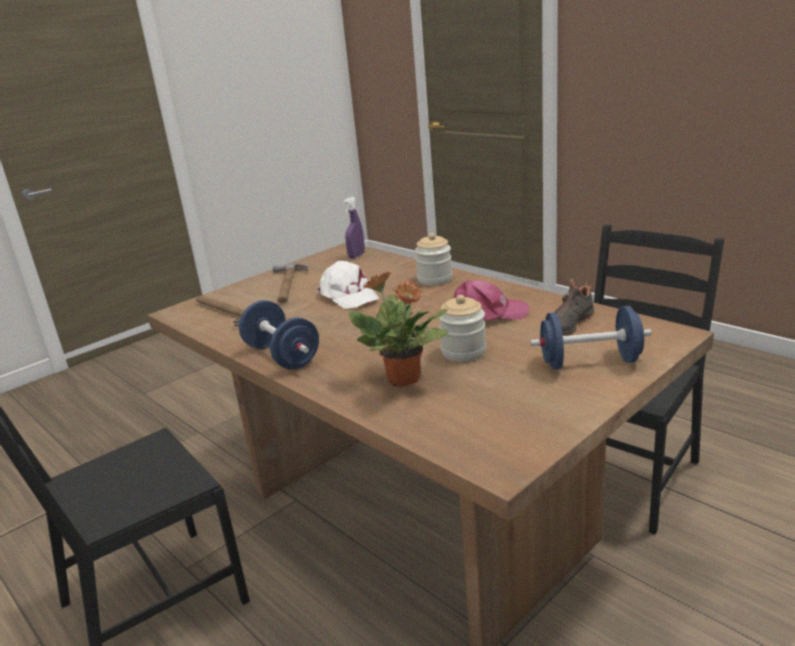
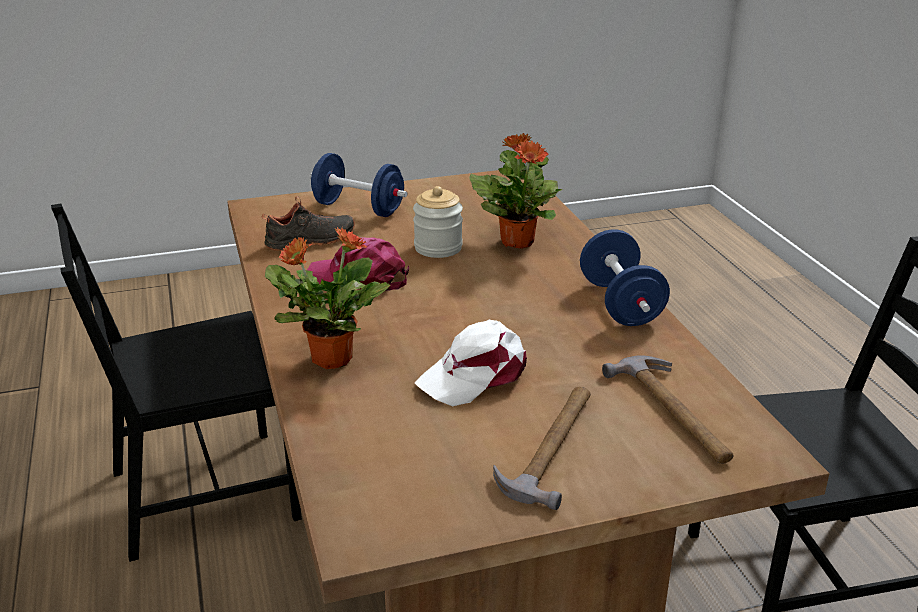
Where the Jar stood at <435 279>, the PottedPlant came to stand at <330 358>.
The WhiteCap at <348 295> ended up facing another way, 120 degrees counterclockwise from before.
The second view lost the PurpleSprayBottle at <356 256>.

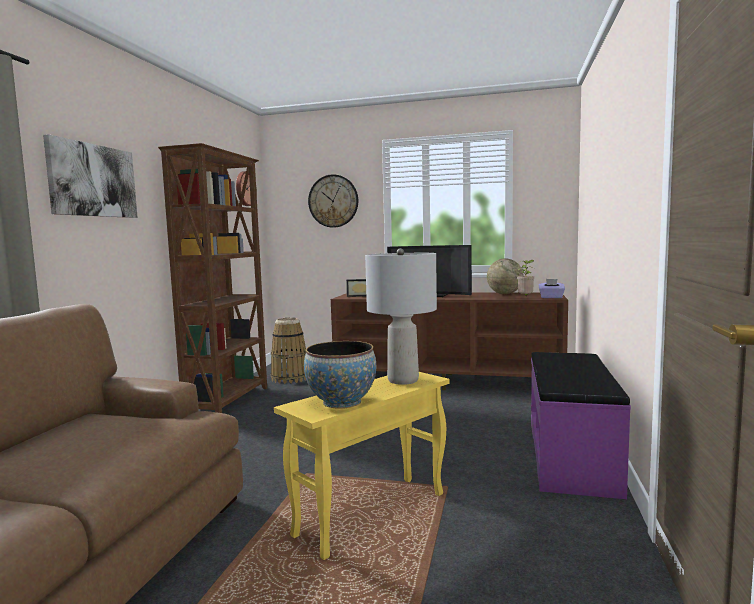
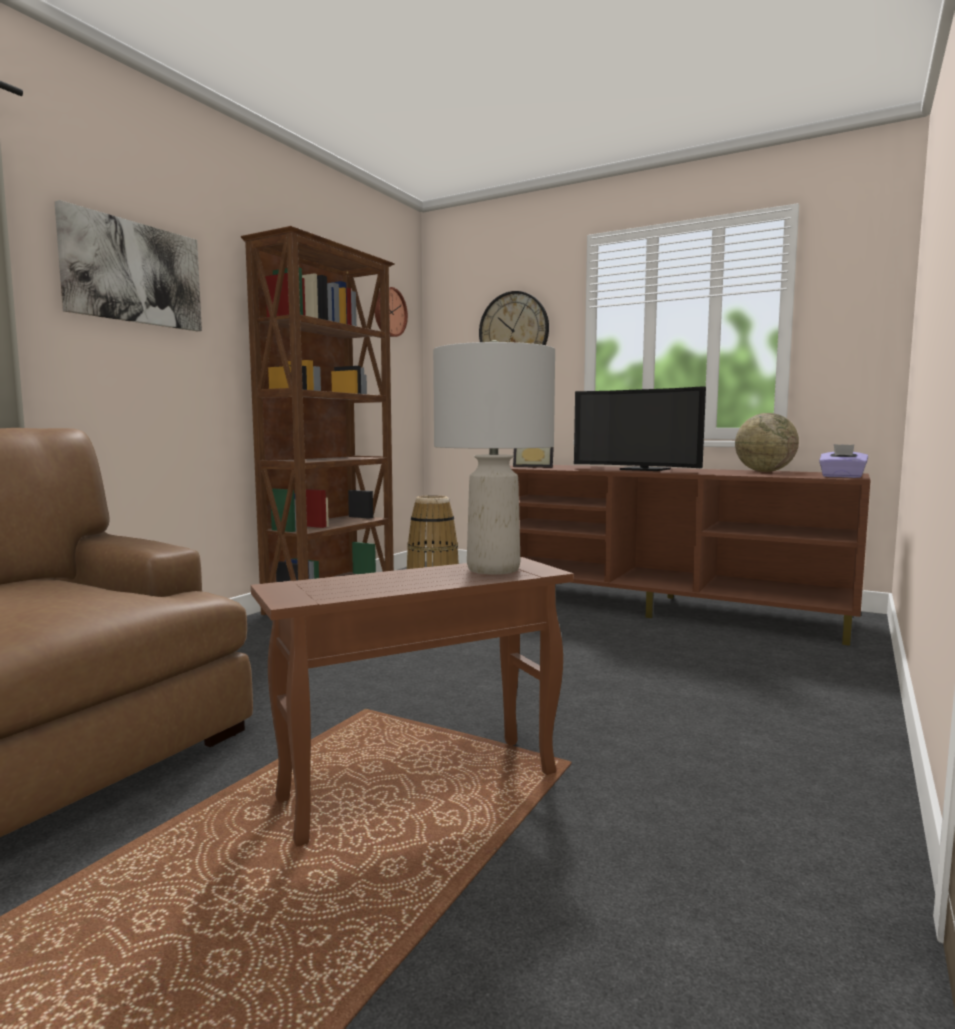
What was the YellowSideTable at <372 514> turned into the BrownSideTable at <420 787>.
The second view lost the Bowl at <341 402>.
The second view lost the PottedPlant at <525 298>.
The second view lost the PurpleBench at <572 456>.

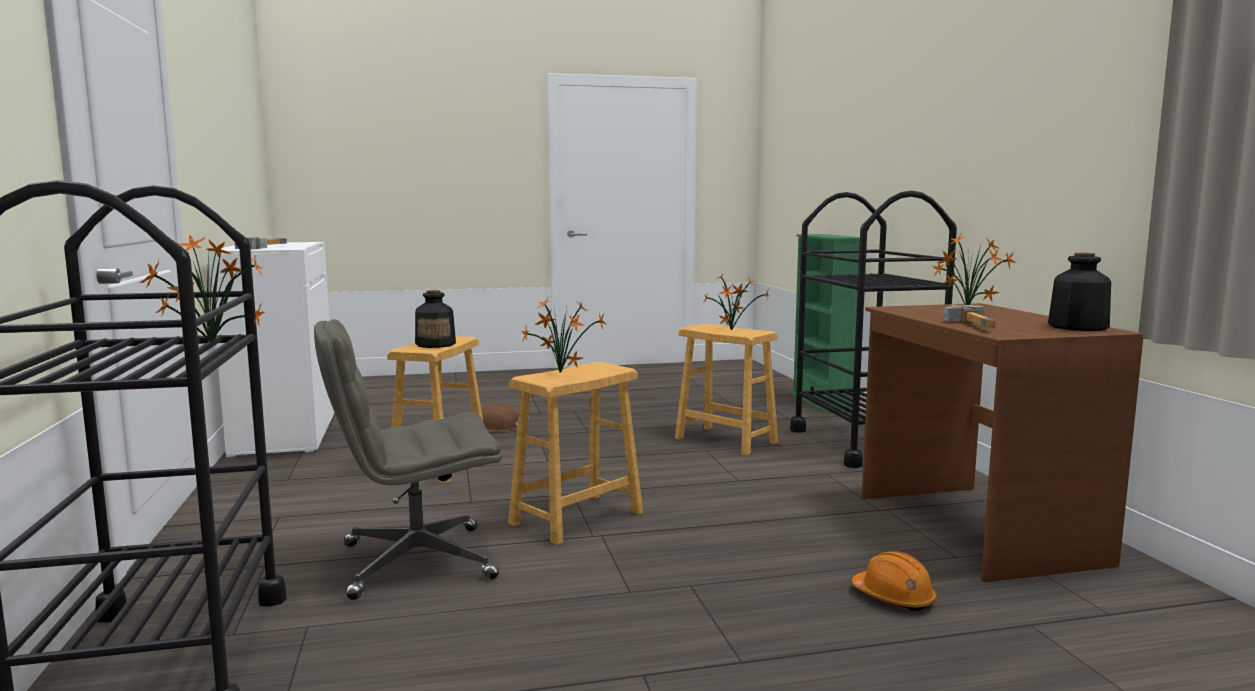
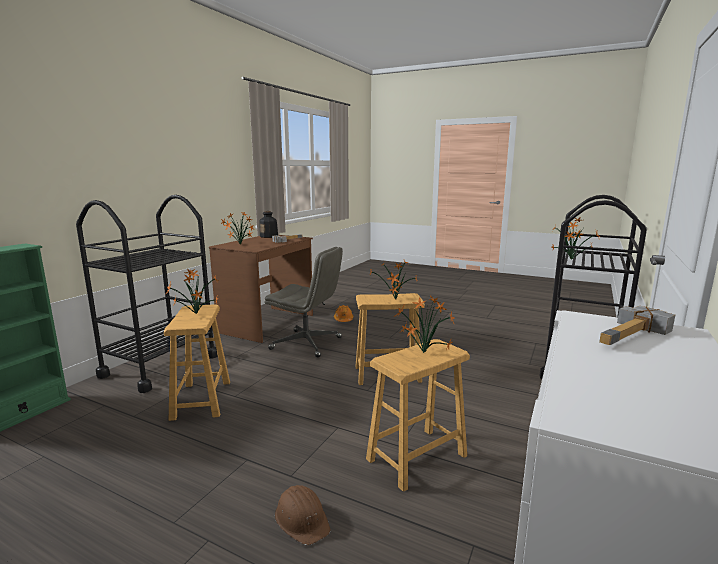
The GreyOfficeChair ended up elsewhere, having gone from <415 562> to <307 343>.
Where the Bottle stood at <436 344>, the PottedPlant came to stand at <422 352>.

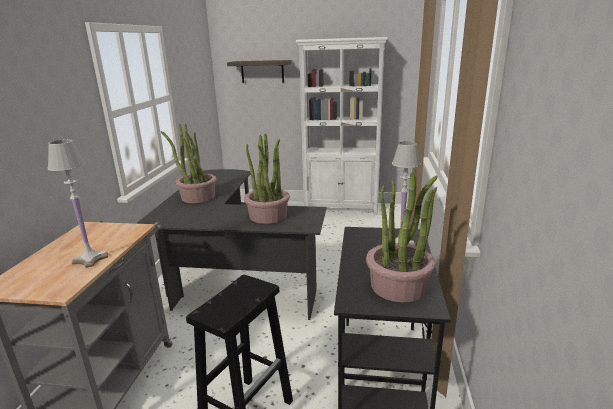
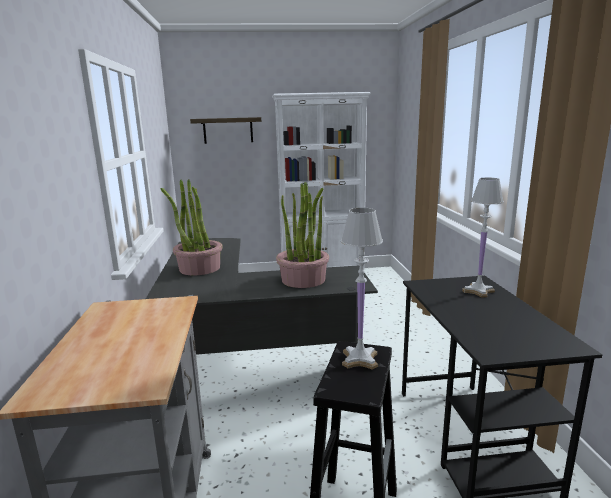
The WhiteTableLamp ended up elsewhere, having gone from <90 259> to <360 359>.
The second view lost the PottedPlant at <399 286>.

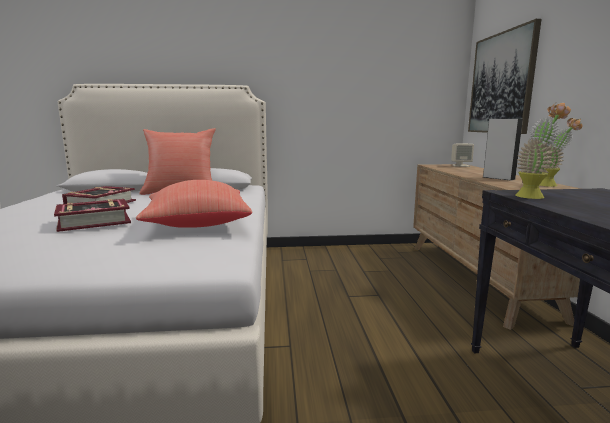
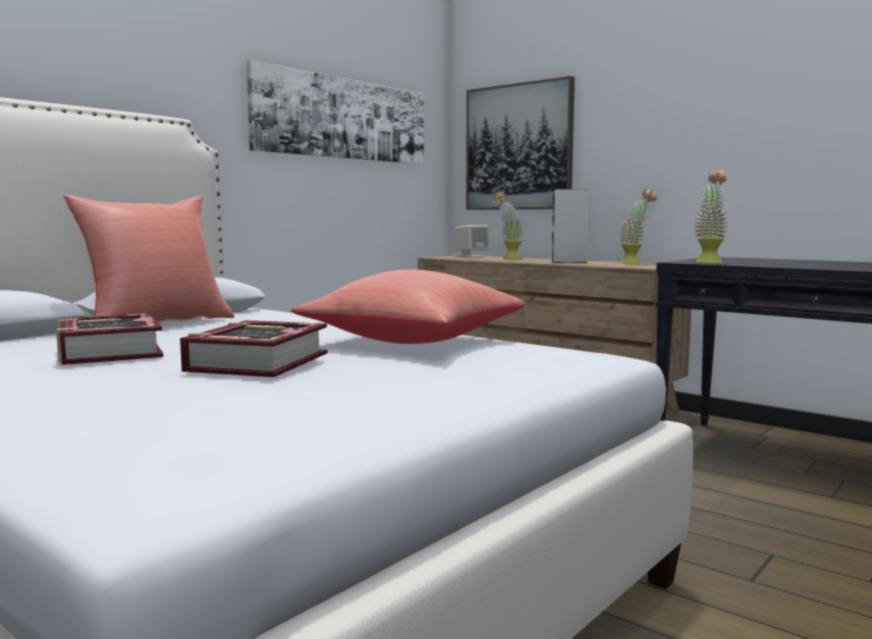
The second view gained the Picture at <343 119>.
The second view gained the PottedPlant at <508 258>.

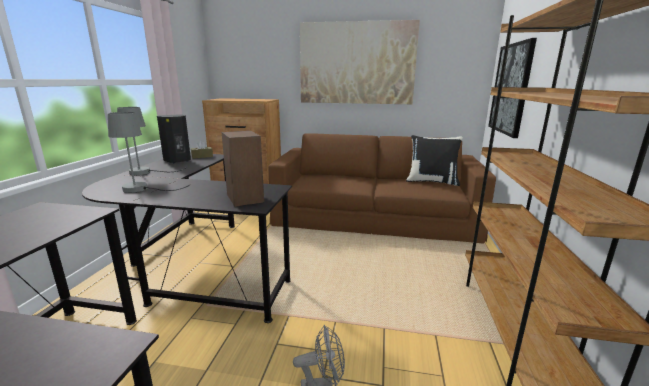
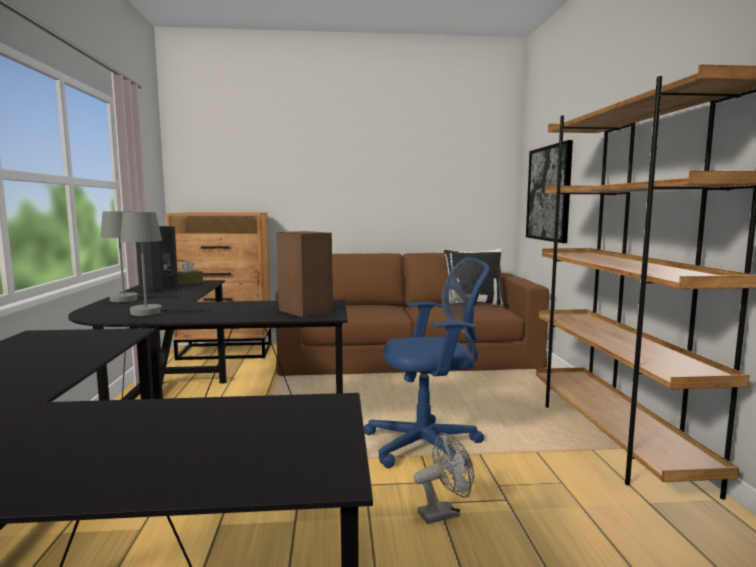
The second view gained the BlueOfficeChair at <428 446>.
The second view lost the Picture at <356 63>.

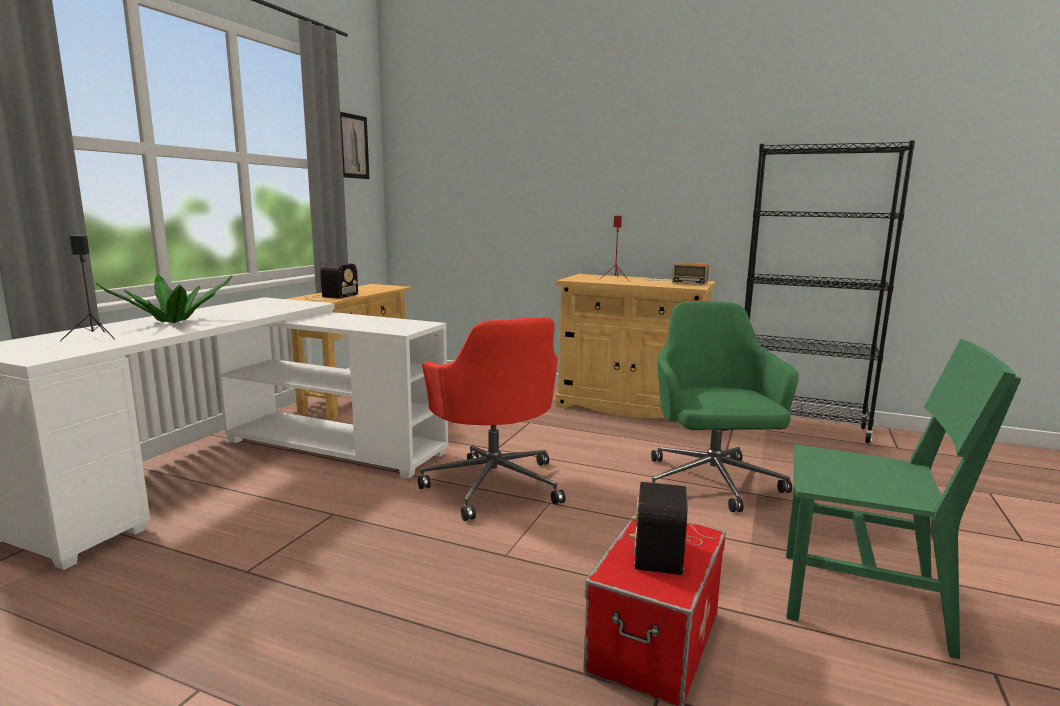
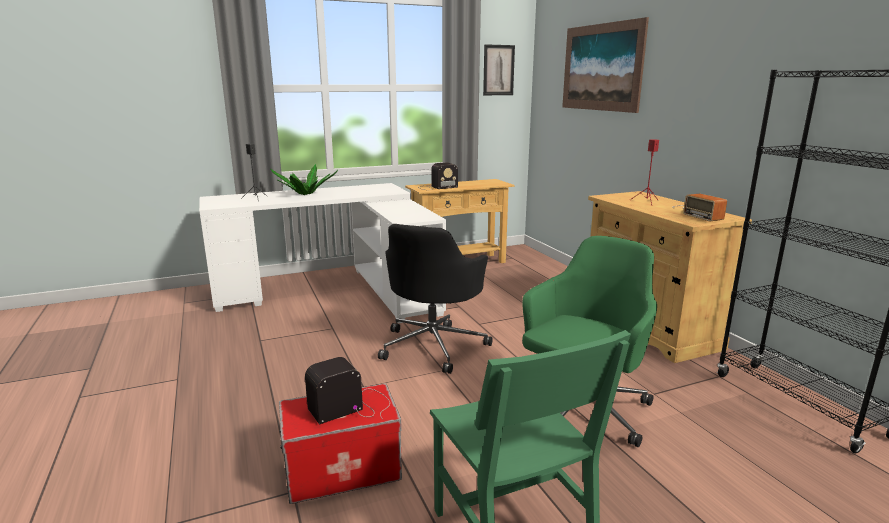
What was the RedOfficeChair at <494 484> turned into the BlackOfficeChair at <434 345>.
The second view gained the Picture at <601 67>.

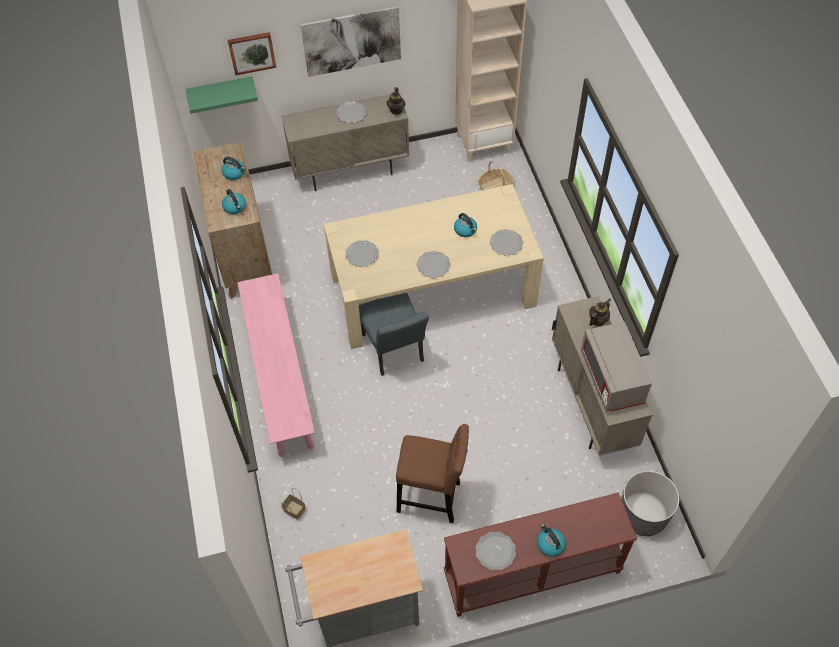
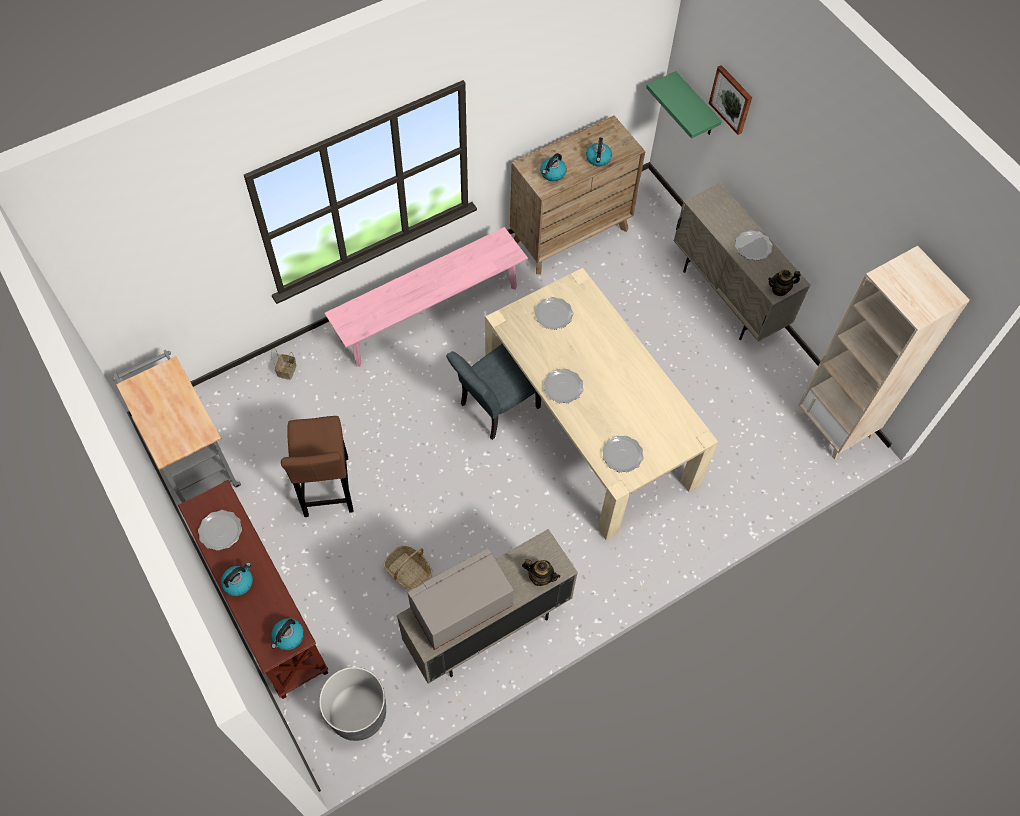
The Kettle ended up elsewhere, having gone from <465 230> to <288 637>.
The Basket ended up elsewhere, having gone from <495 186> to <408 571>.
The second view lost the Picture at <352 41>.

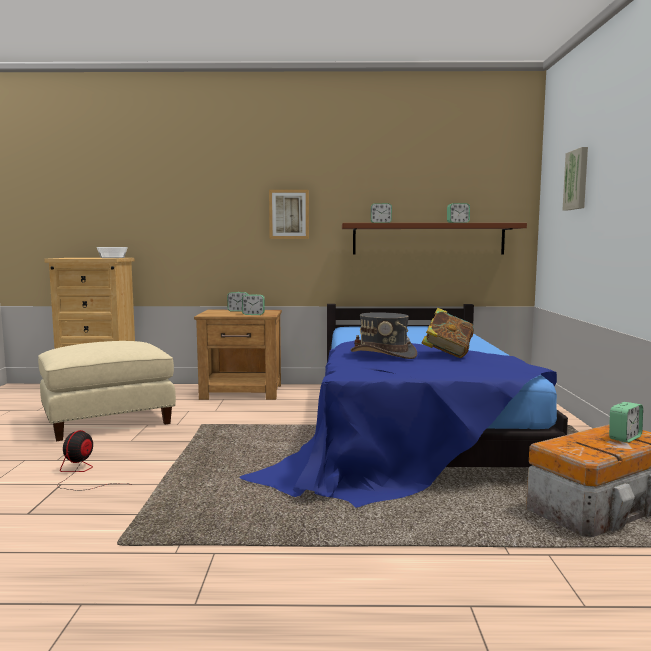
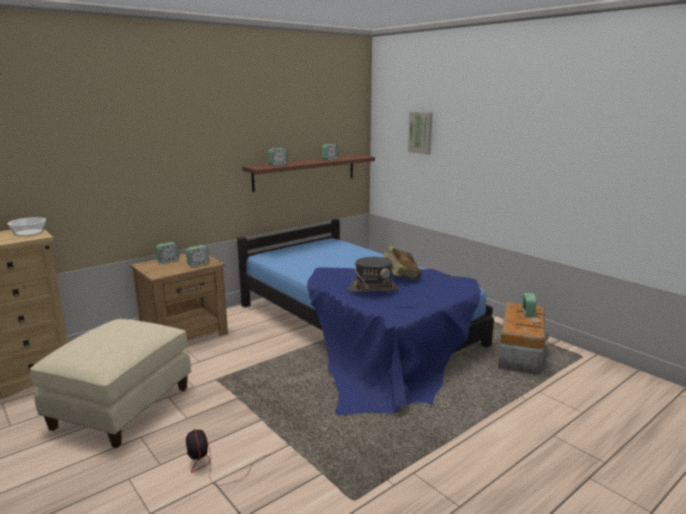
The second view lost the Picture at <289 214>.

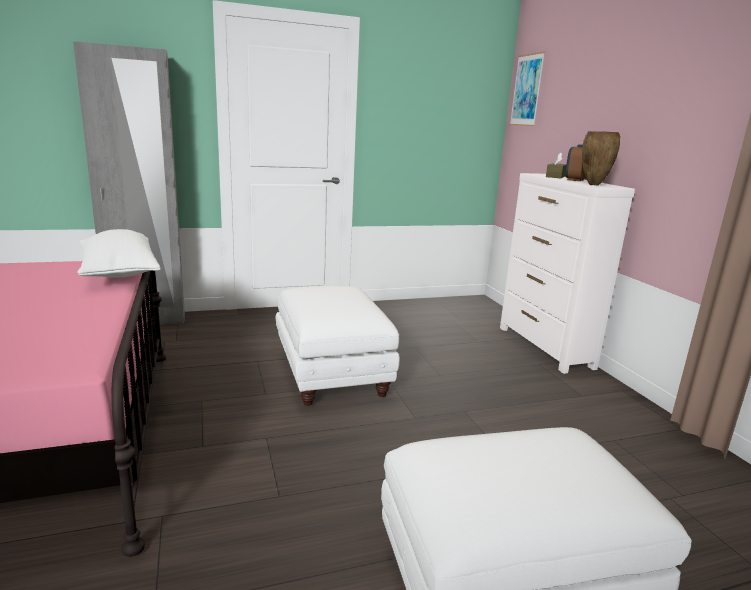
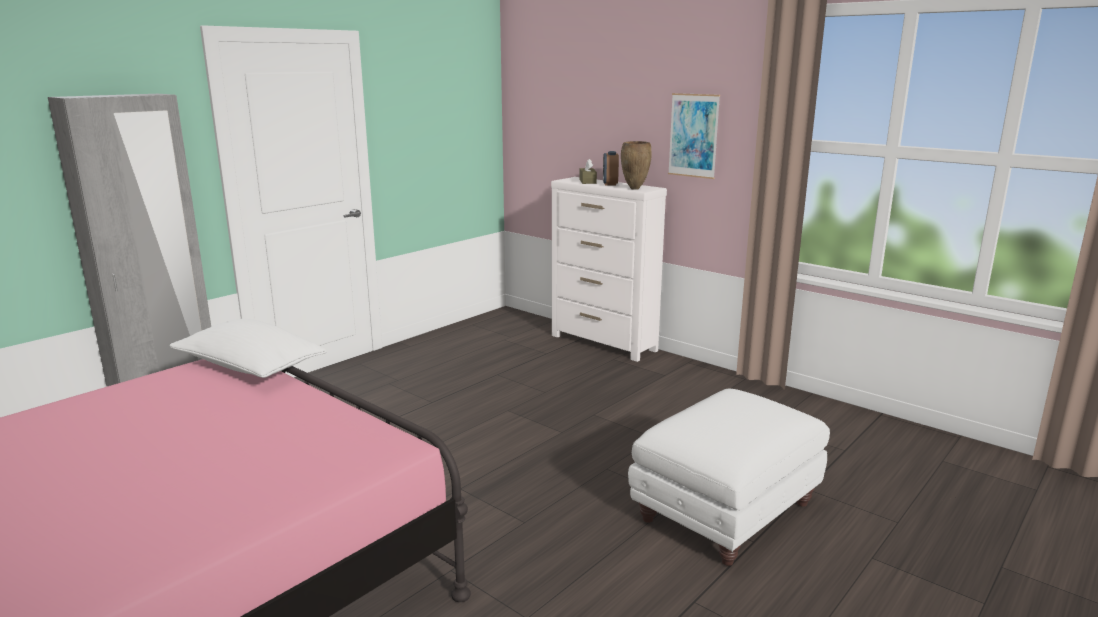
The Picture ended up elsewhere, having gone from <527 90> to <693 135>.
The second view lost the WhiteOttoman at <331 374>.

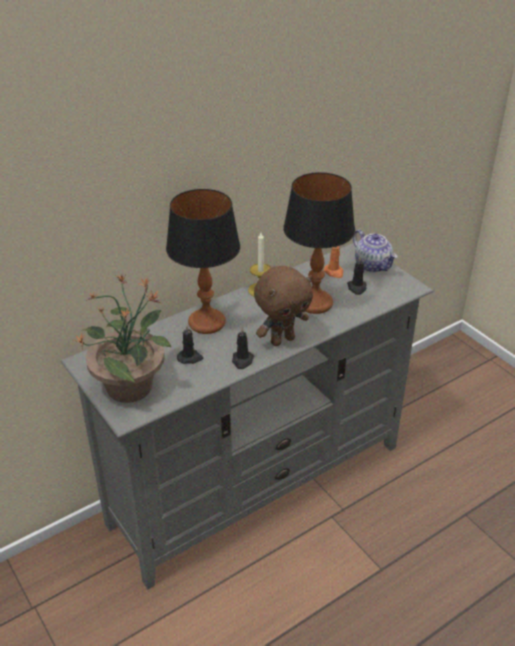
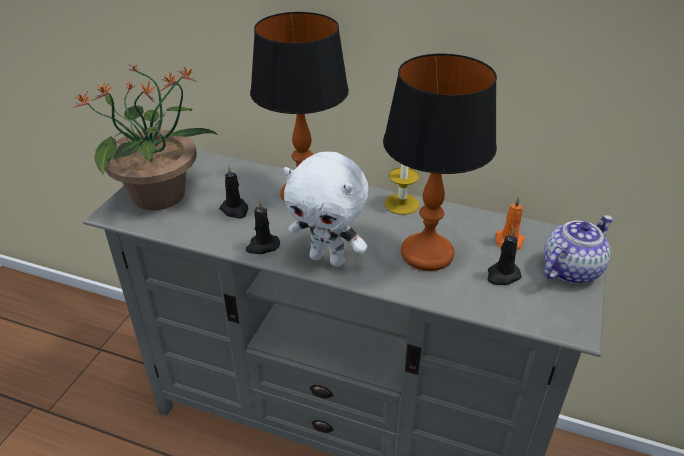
What was the BrownPlushToy at <282 340> turned into the WhitePlushToy at <328 259>.
The Teapot at <373 265> ended up facing another way, 150 degrees counterclockwise from before.

